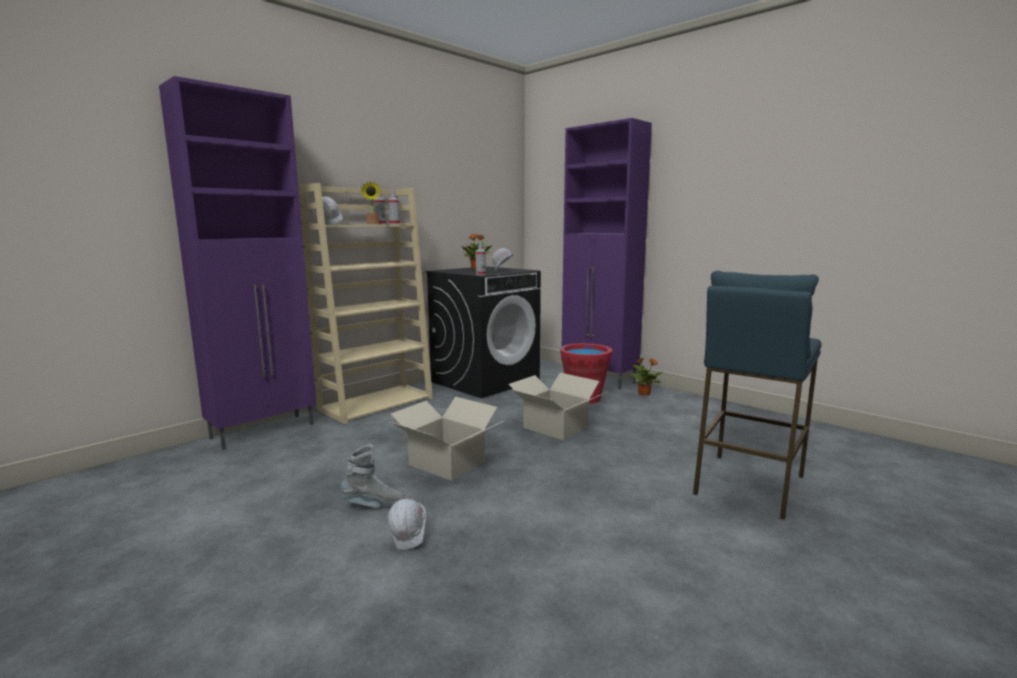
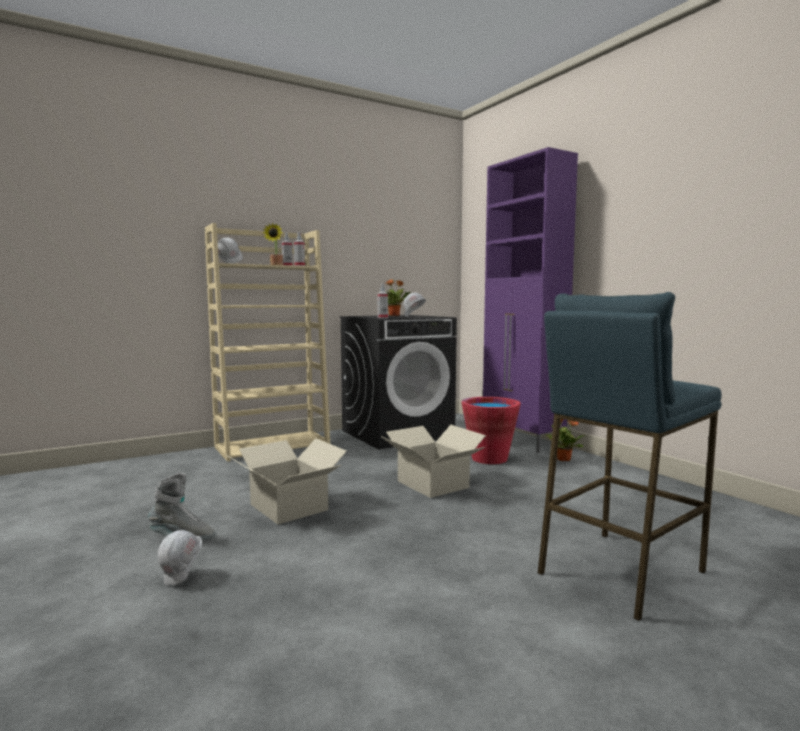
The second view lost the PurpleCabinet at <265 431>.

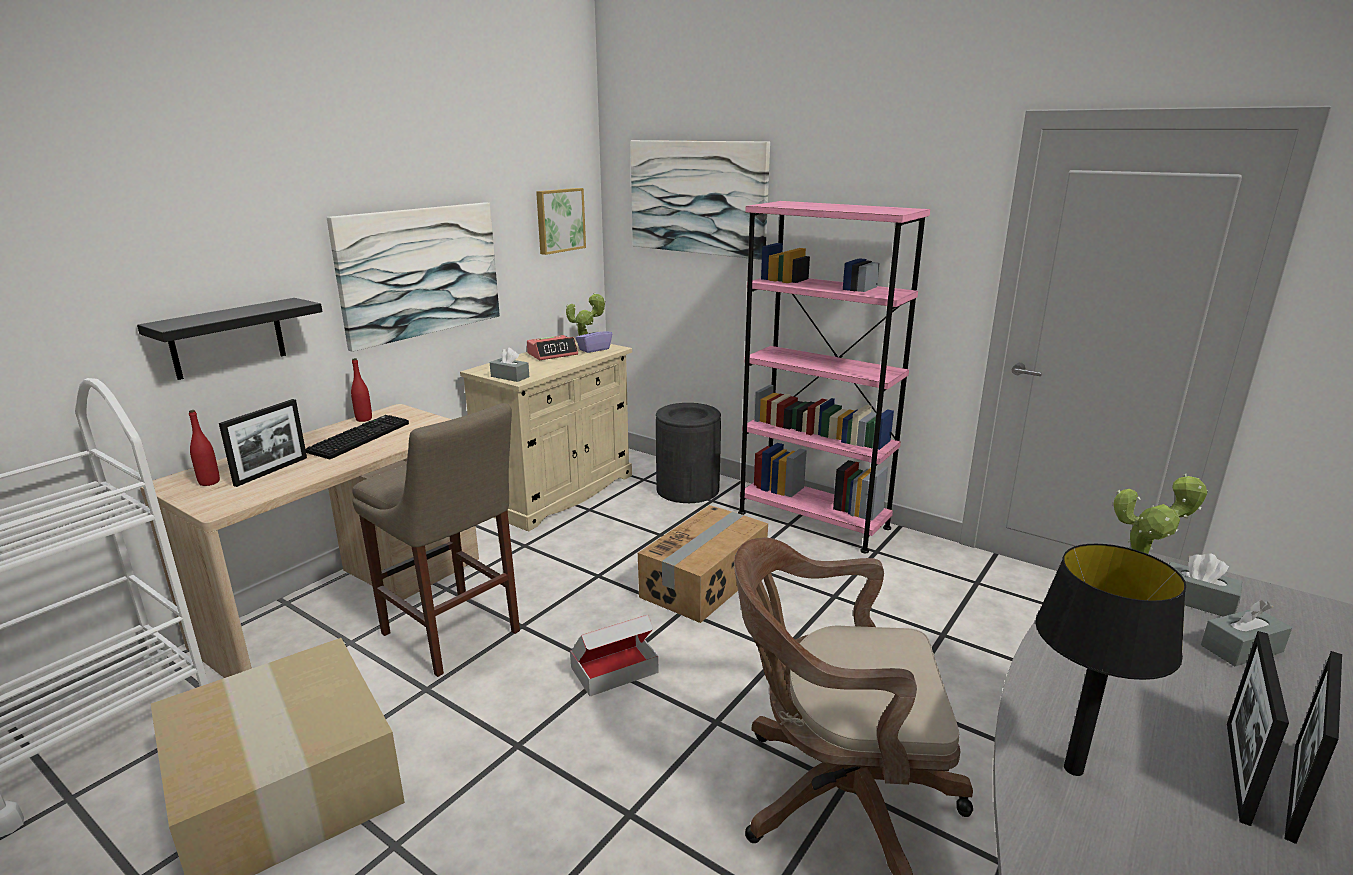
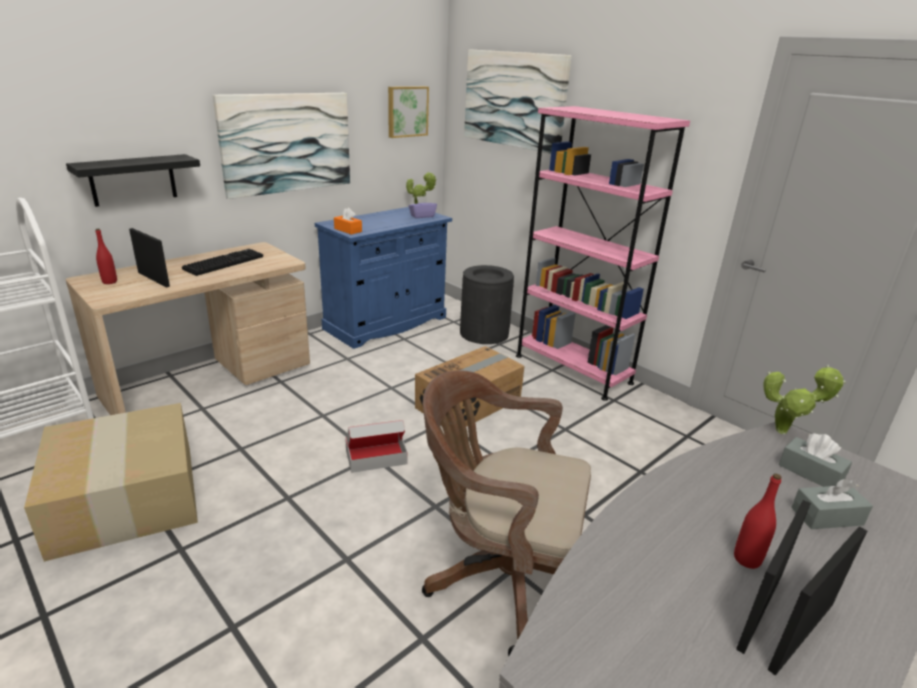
The PictureFrame at <271 471> ended up facing another way, 90 degrees counterclockwise from before.
What was the BeigeCabinet at <558 492> turned into the BlueCabinet at <386 323>.
What was the GreyTissueBox at <510 377> turned into the OrangeTissueBox at <348 230>.
The RedBottle ended up elsewhere, having gone from <364 419> to <747 559>.
The second view lost the BeigeStool at <454 635>.
The second view lost the AlarmClock at <552 354>.
The second view lost the BlackTableLamp at <1072 768>.

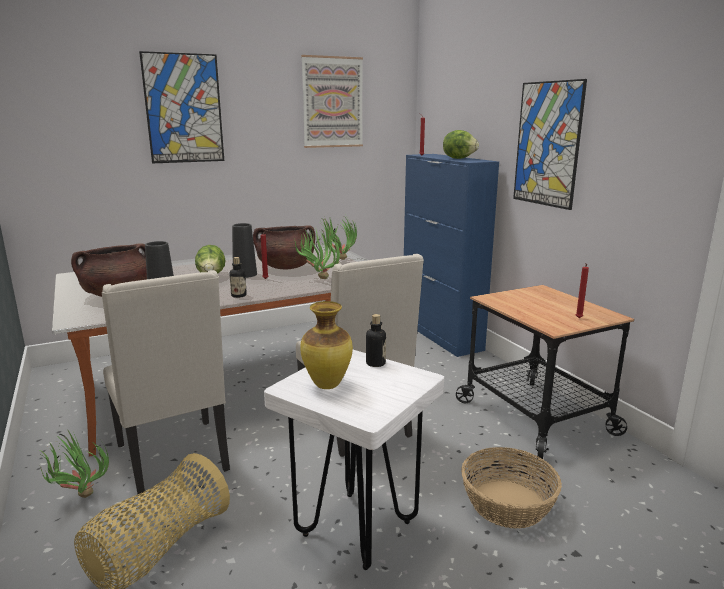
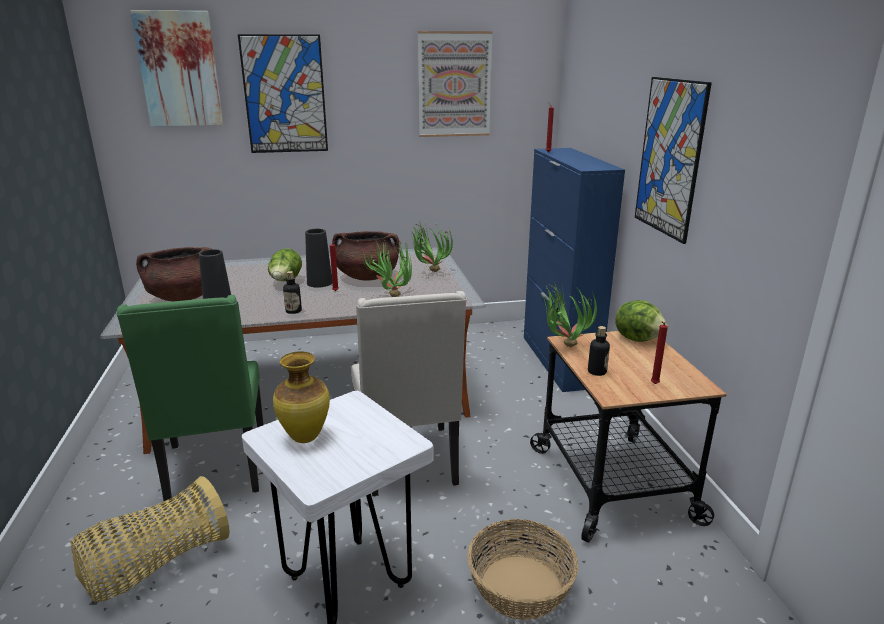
What was the BeigeChair at <175 458> turned into the GreenChair at <216 469>.
The second view gained the Picture at <179 69>.
The PottedPlant ended up elsewhere, having gone from <78 497> to <563 346>.
The Bottle ended up elsewhere, having gone from <375 363> to <597 372>.
The Lettuce ended up elsewhere, having gone from <459 158> to <638 338>.

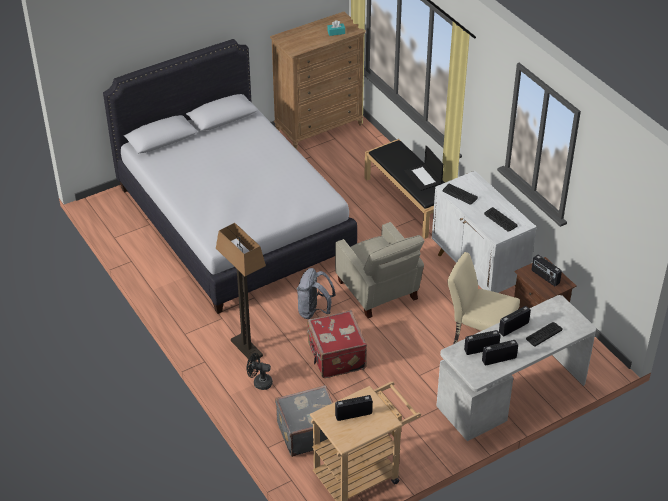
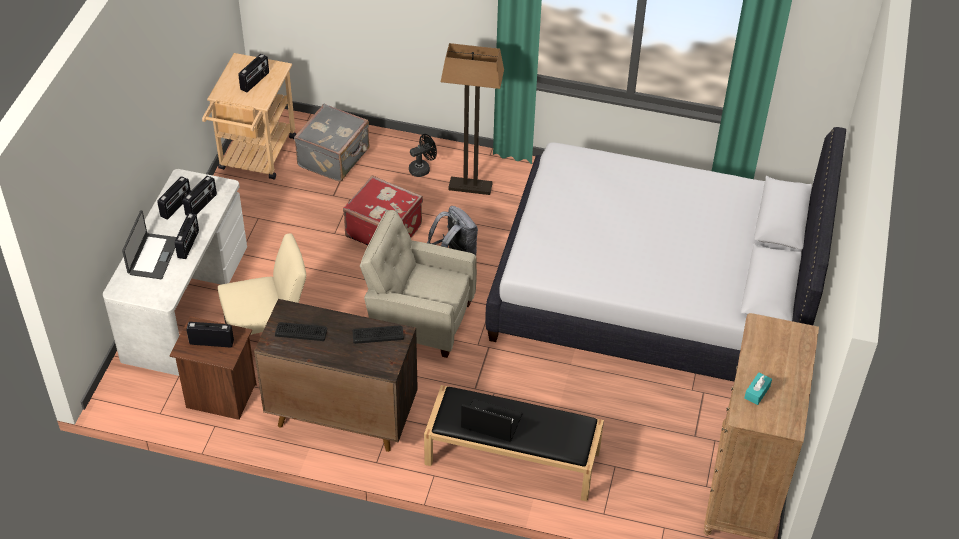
Where the Keyboard stood at <543 334>, the Laptop came to stand at <152 256>.
What was the WhiteCabinet at <478 271> turned into the BrownCabinet at <341 416>.

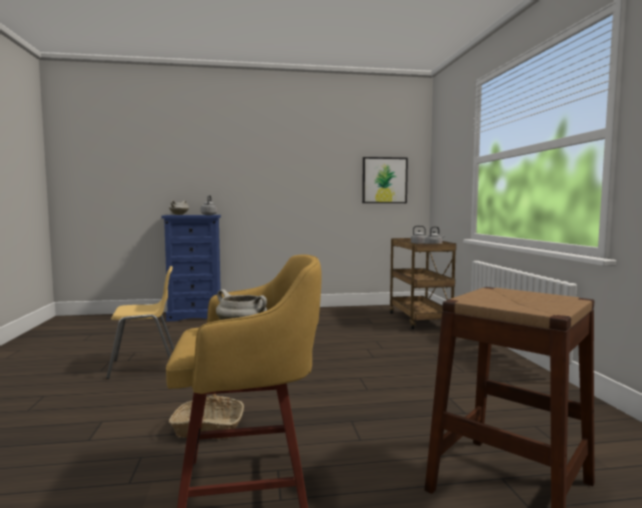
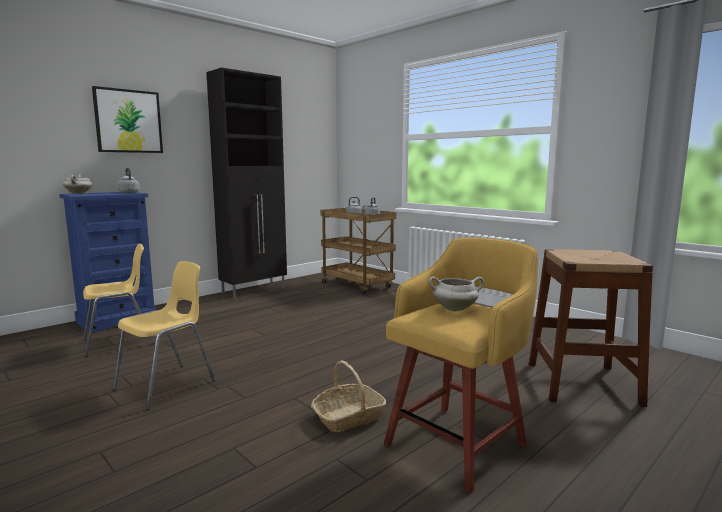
The second view gained the YellowChair at <119 342>.
The Picture ended up elsewhere, having gone from <384 180> to <128 121>.
The second view gained the BlackCabinet at <255 290>.

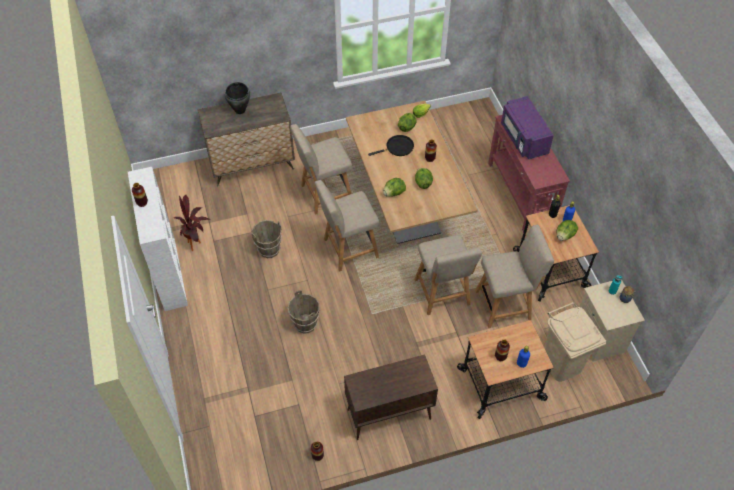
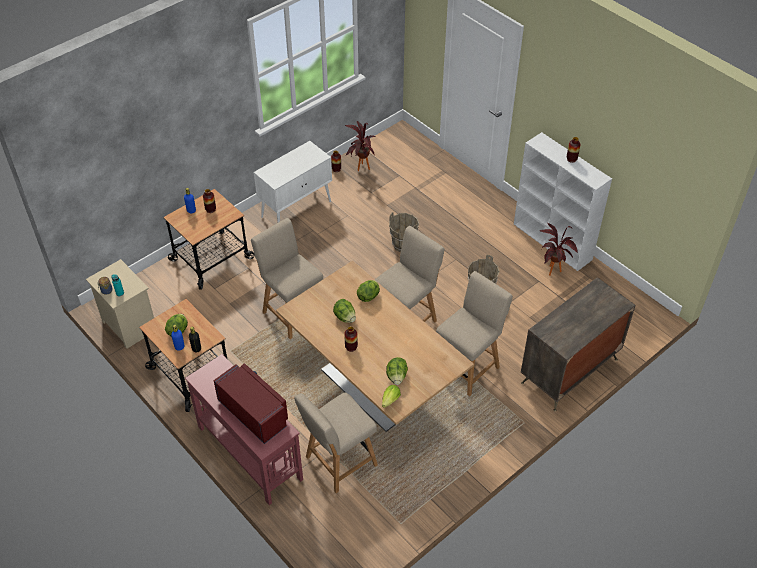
What was the PurpleMicrowave at <523 138> turned into the RedMicrowave at <254 412>.
What was the BrownCabinet at <388 414> turned into the WhiteCabinet at <297 209>.
The BeigeChair ended up elsewhere, having gone from <506 304> to <338 463>.
The second view gained the PottedPlant at <360 170>.
The second view lost the BlackCookingPot at <240 110>.
The second view lost the BlackFryingPan at <398 148>.
The second view lost the BeigeTrashCan at <561 364>.

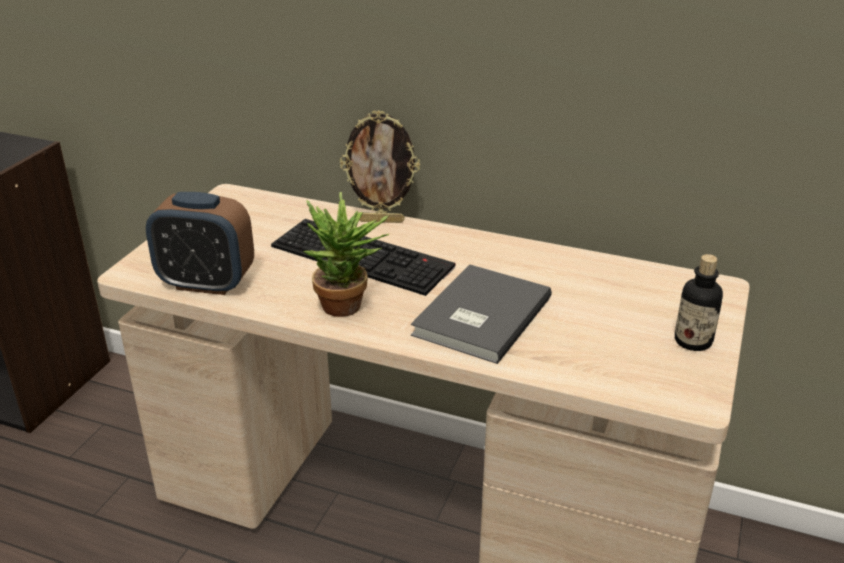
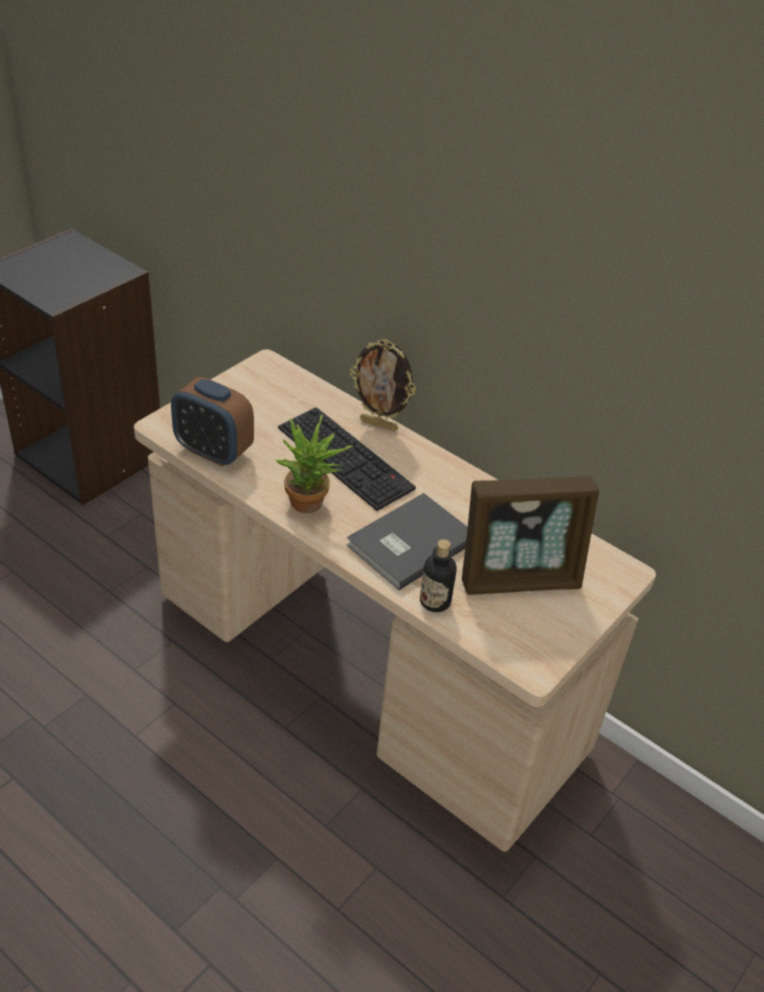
The Bottle ended up elsewhere, having gone from <692 341> to <435 601>.
The second view gained the PictureFrame at <519 578>.

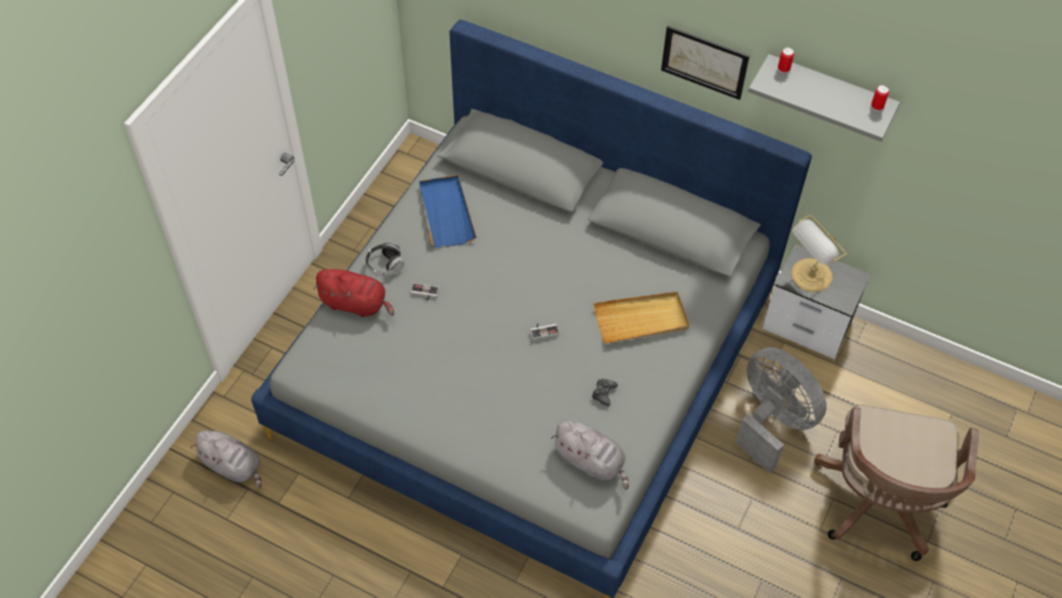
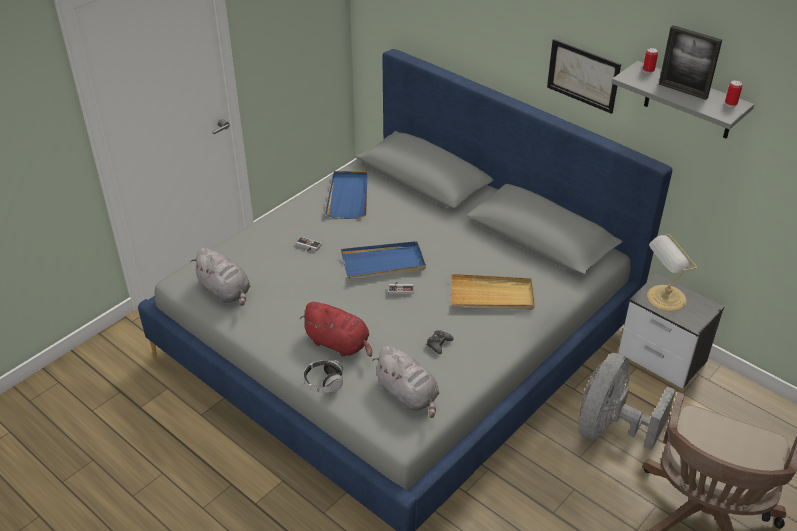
The GreyPlushToy ended up elsewhere, having gone from <233 466> to <225 291>.
The RedPlushToy ended up elsewhere, having gone from <356 304> to <339 344>.
The Headphones ended up elsewhere, having gone from <385 265> to <324 382>.
The second view gained the BlueTray at <383 263>.
The GreyFan at <772 421> ended up facing another way, 120 degrees counterclockwise from before.
The second view gained the PictureFrame at <683 91>.

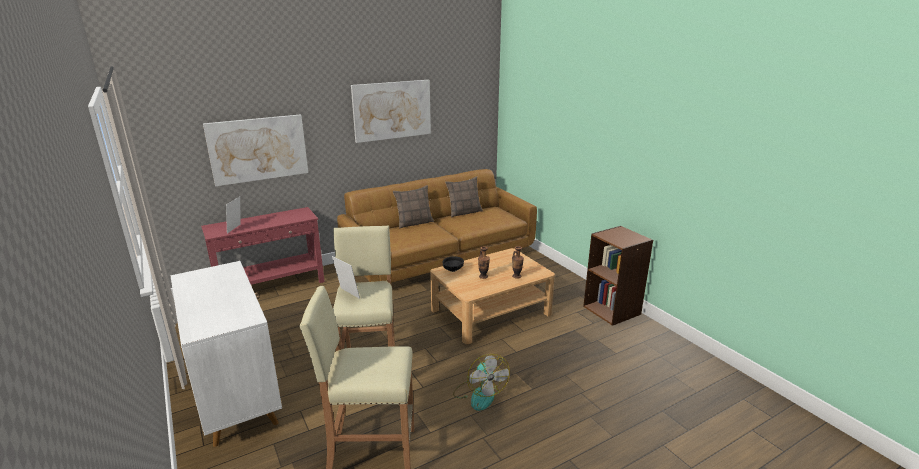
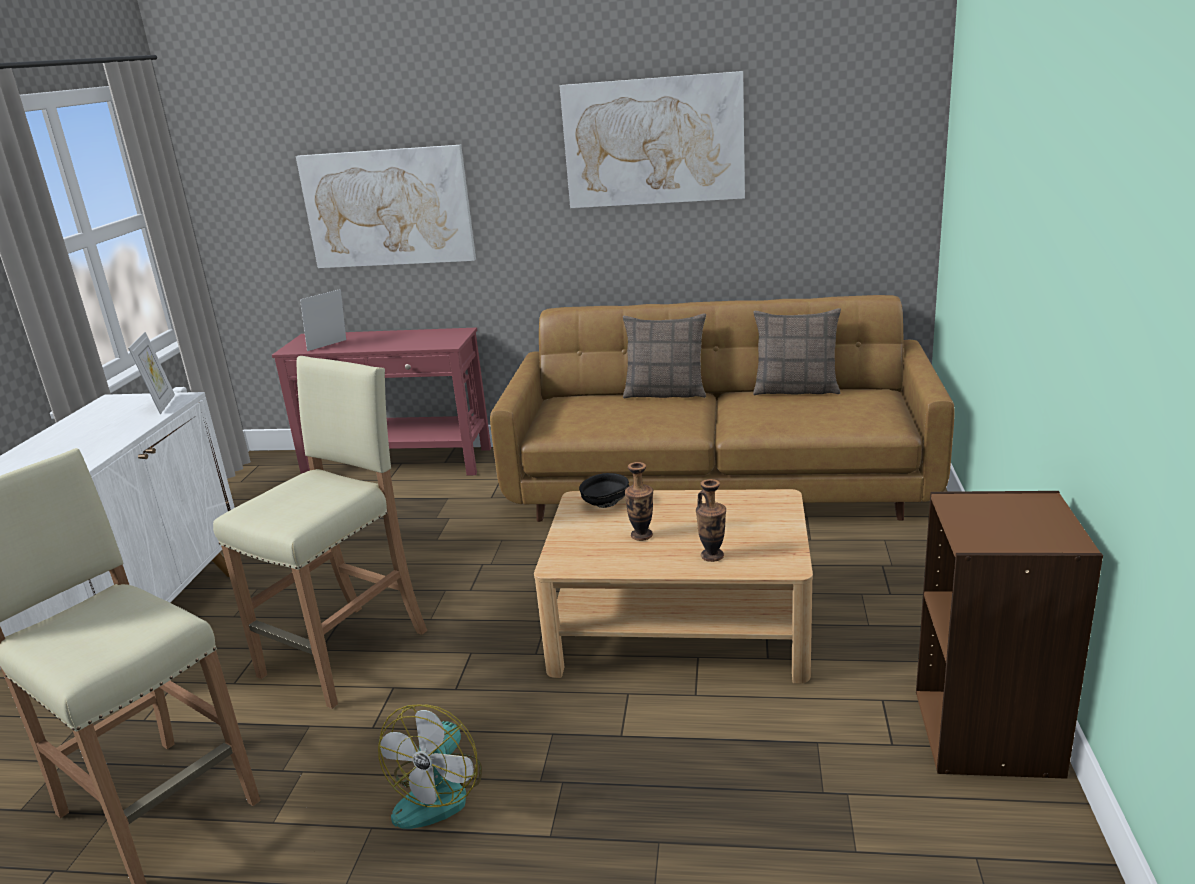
The PictureFrame ended up elsewhere, having gone from <347 294> to <161 405>.

